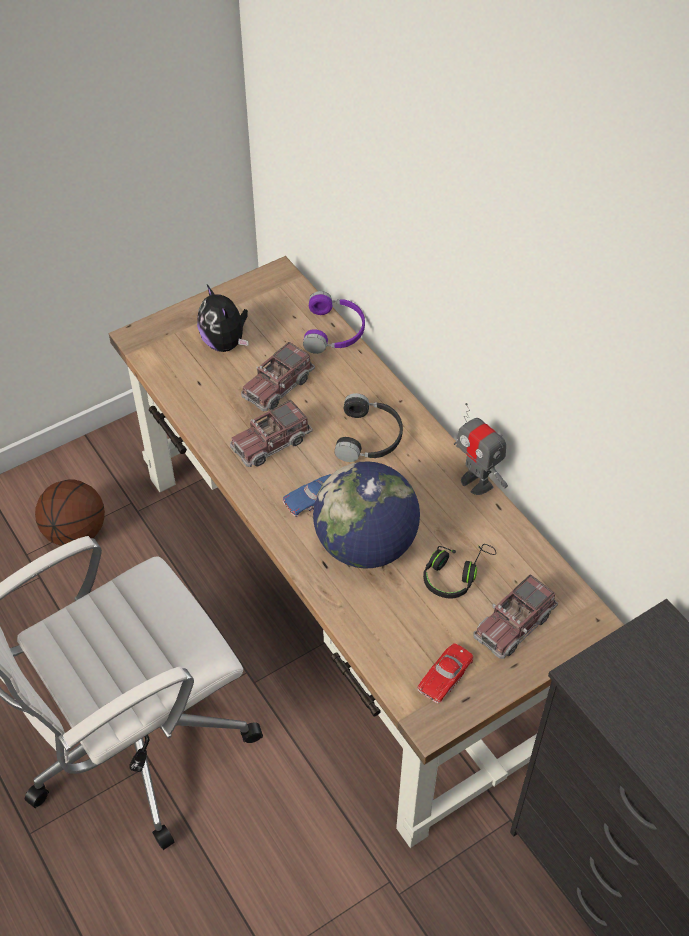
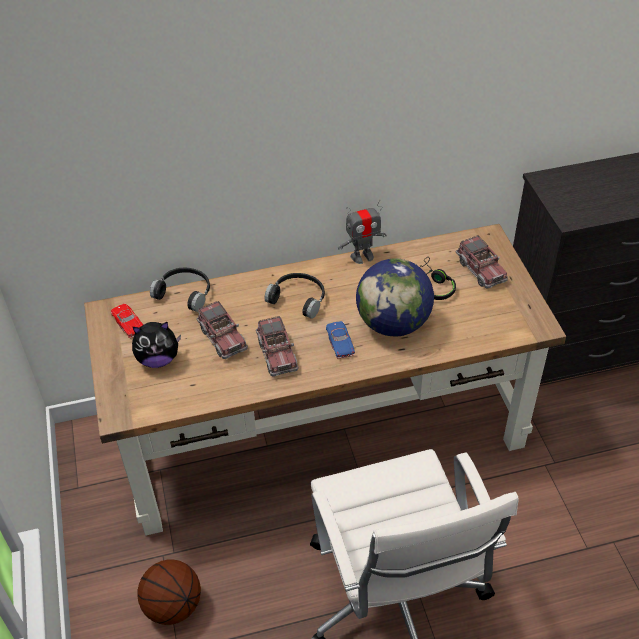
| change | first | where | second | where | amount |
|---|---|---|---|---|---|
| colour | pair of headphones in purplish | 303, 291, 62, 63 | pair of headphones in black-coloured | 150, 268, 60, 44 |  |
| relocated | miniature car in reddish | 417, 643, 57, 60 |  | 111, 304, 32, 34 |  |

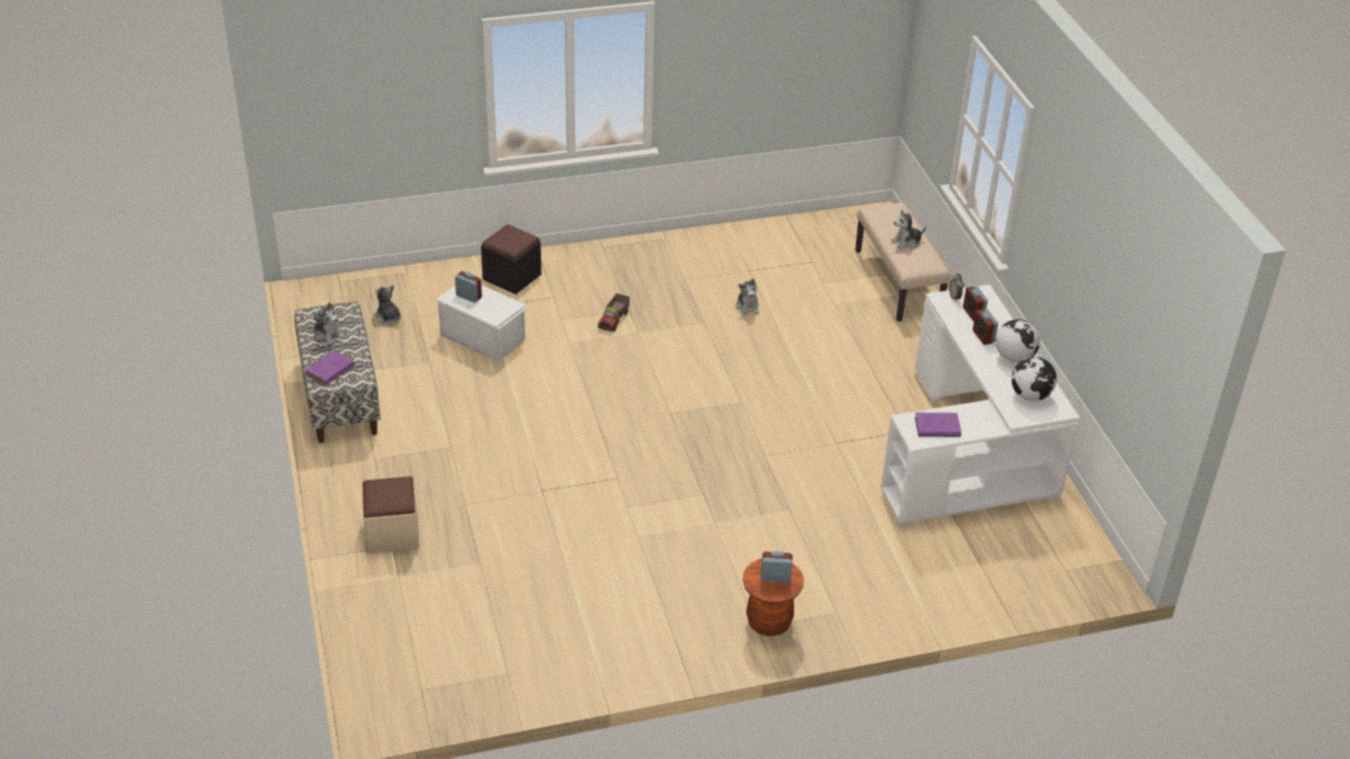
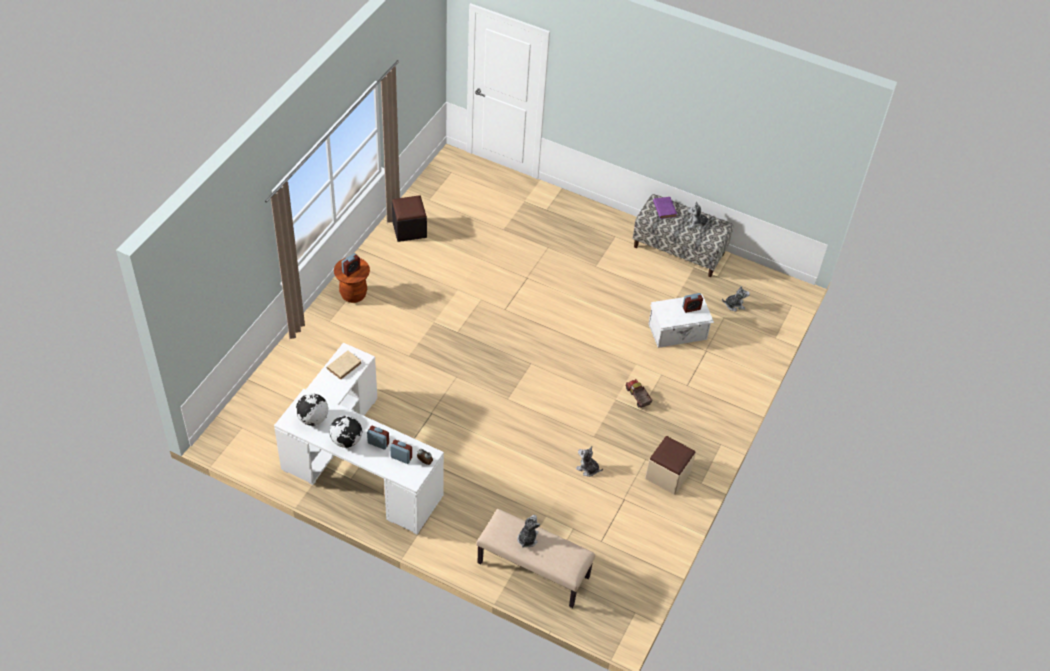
| change | first | where | second | where | amount |
|---|---|---|---|---|---|
| relocated | footrest in black-coloured | 481, 224, 60, 70 |  | 392, 195, 35, 47 |  |
| colour | book in purplish | 915, 413, 46, 24 | book in beige-coloured | 326, 350, 36, 30 |  |
| relocated | footrest in beige-coloured | 362, 476, 57, 78 |  | 645, 436, 51, 59 |  |

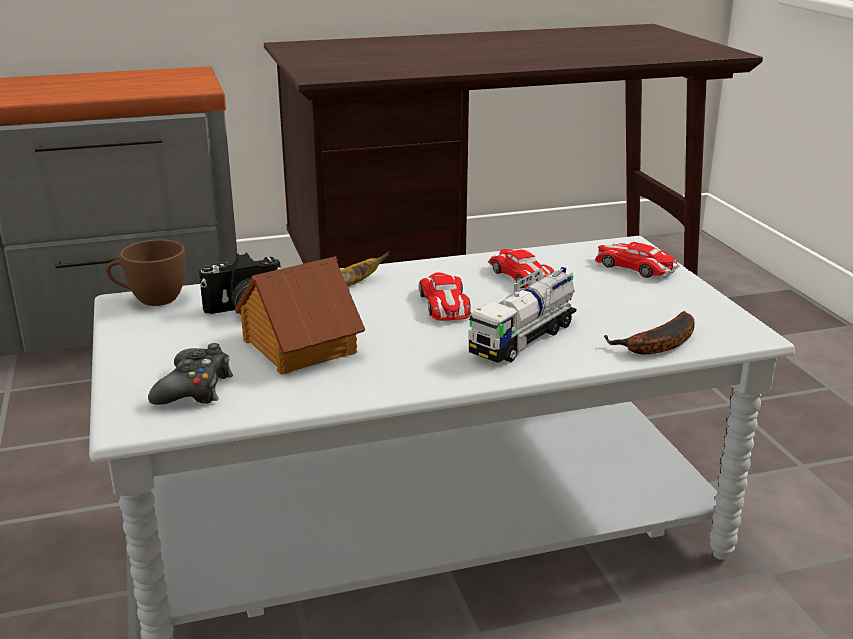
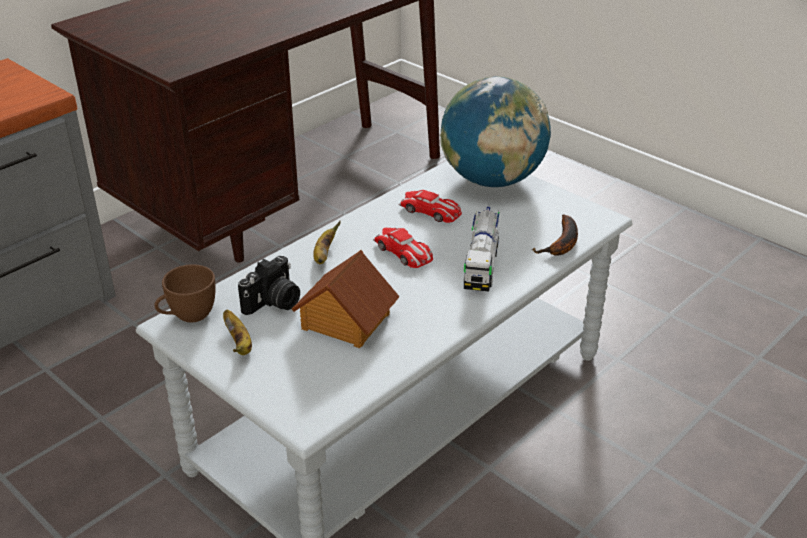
| change | first | where | second | where | amount |
|---|---|---|---|---|---|
| exchanged | miniature car | 595, 242, 85, 36 | desk globe | 440, 76, 111, 111 |  |
| missing | joypad in black-coloured | 148, 343, 85, 62 |  |  |  |
| appeared |  |  | whole banana | 223, 310, 29, 45 |  |

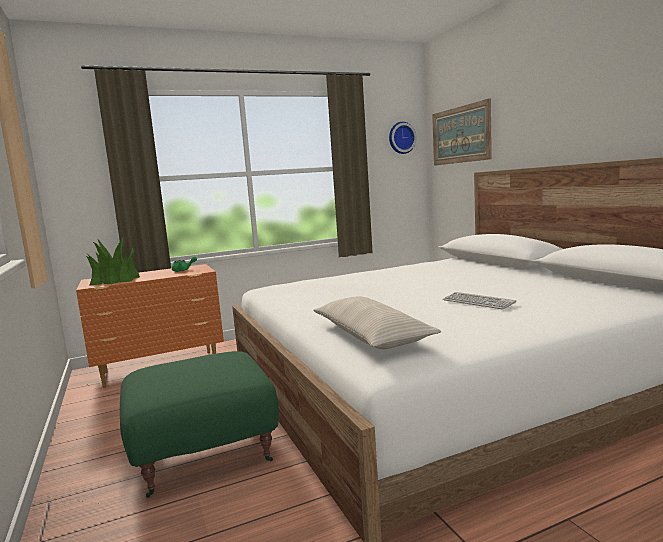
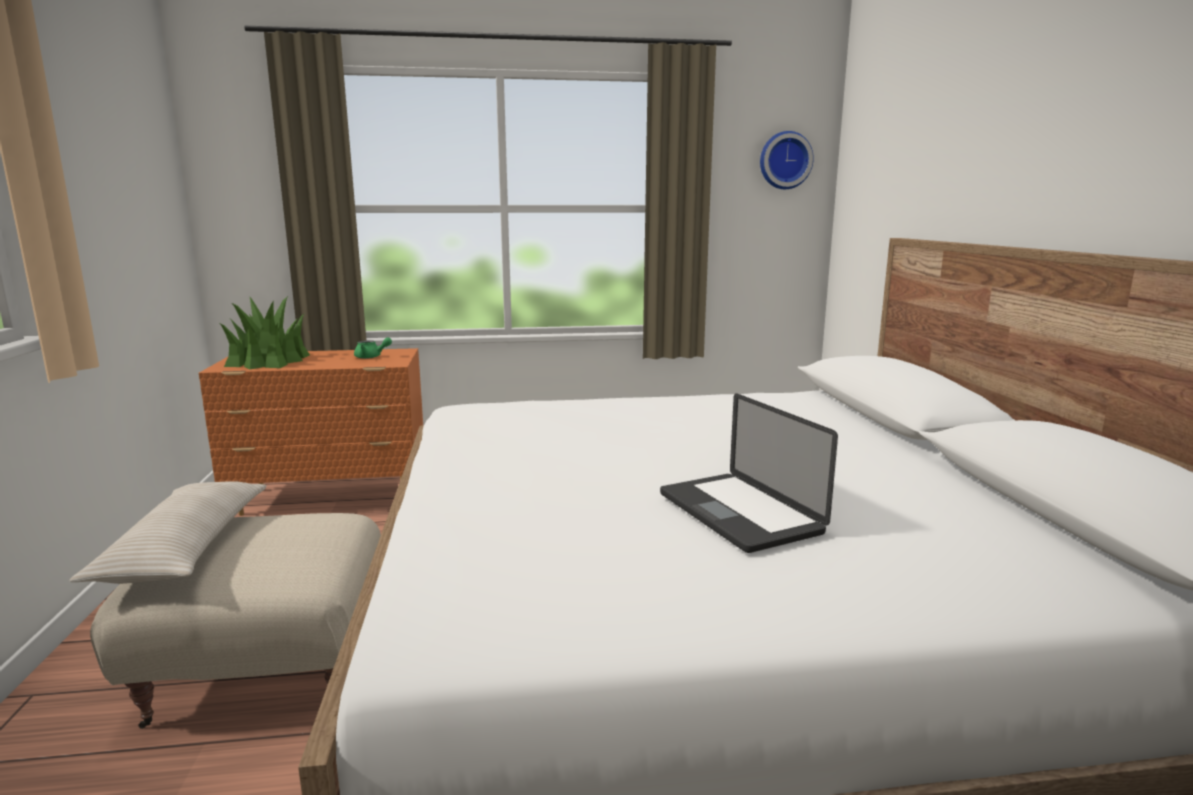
| change | first | where | second | where | amount |
|---|---|---|---|---|---|
| missing | picture | 432, 99, 60, 67 |  |  |  |
| exchanged | computer keyboard | 443, 292, 73, 17 | laptop | 660, 393, 178, 160 |  |
| relocated | pillow in beige-coloured | 313, 296, 128, 53 |  | 69, 481, 197, 103 |  |
| colour | footrest in greenish | 120, 351, 159, 147 | footrest in beige-coloured | 90, 513, 291, 216 |  |

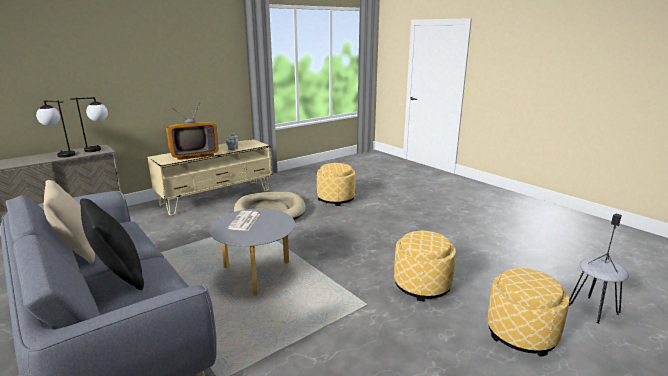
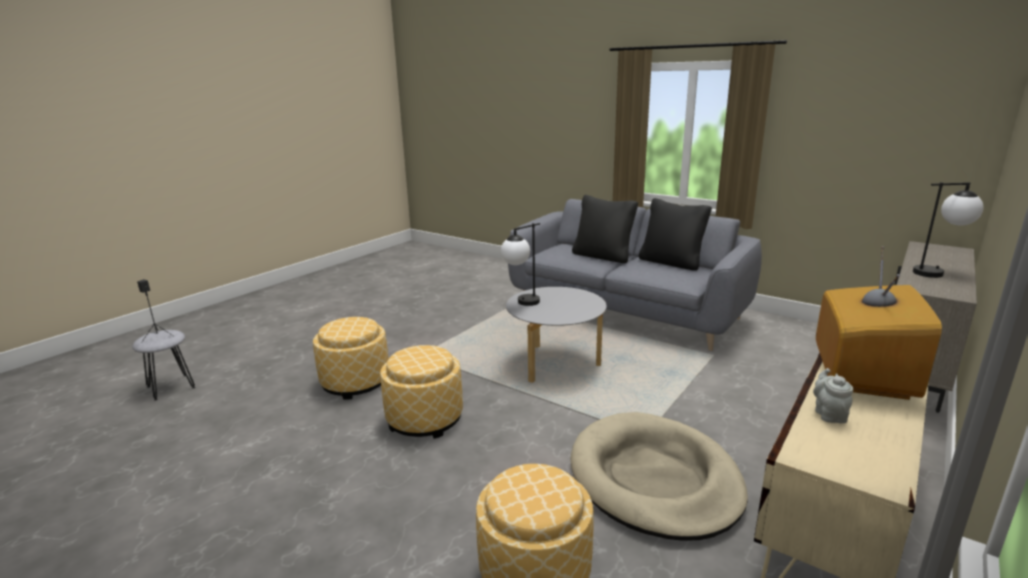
| change | first | where | second | where | amount |
|---|---|---|---|---|---|
| relocated | table lamp | 70, 97, 38, 55 |  | 501, 223, 39, 83 |  |
| spun | TV set | 166, 103, 53, 57 |  | 816, 246, 126, 154 | 150 degrees clockwise |
| colour | pillow in beige-coloured | 44, 180, 51, 83 | pillow in black-coloured | 639, 198, 73, 73 |  |
| missing | printed paper | 228, 211, 32, 20 |  |  |  |
| relocated | footrest | 487, 268, 82, 89 |  | 380, 345, 83, 94 |  |

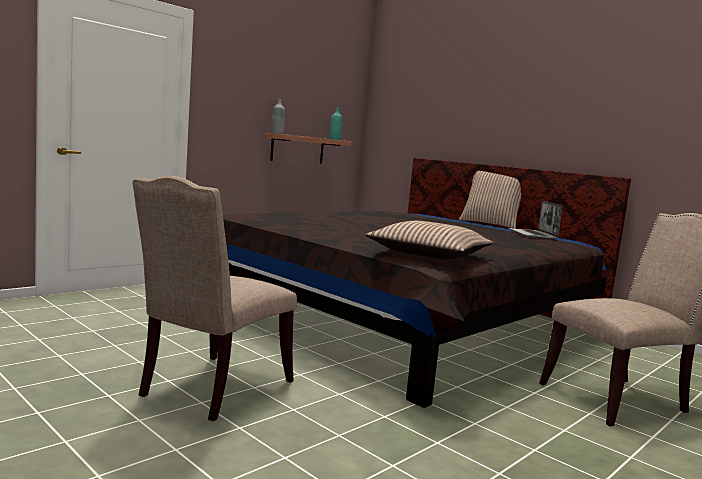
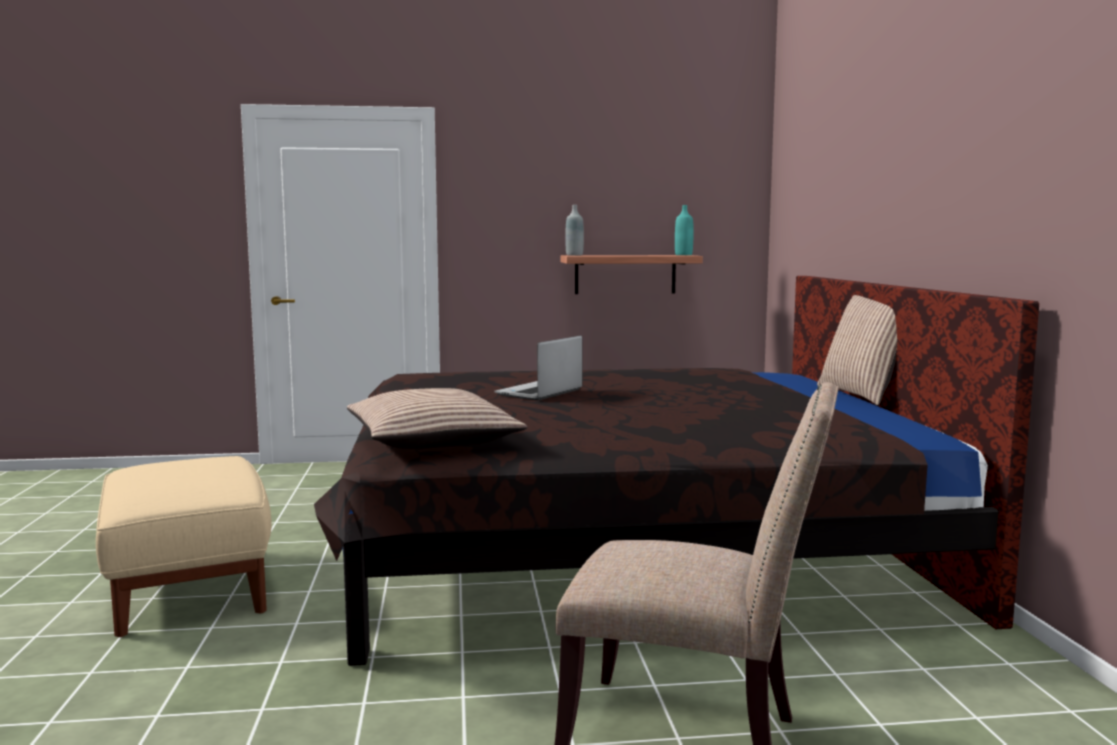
| change | first | where | second | where | amount |
|---|---|---|---|---|---|
| exchanged | chair in beige-coloured | 133, 176, 164, 245 | footrest in beige-coloured | 96, 456, 176, 181 |  |
| relocated | laptop | 509, 201, 54, 39 |  | 495, 335, 87, 65 |  |

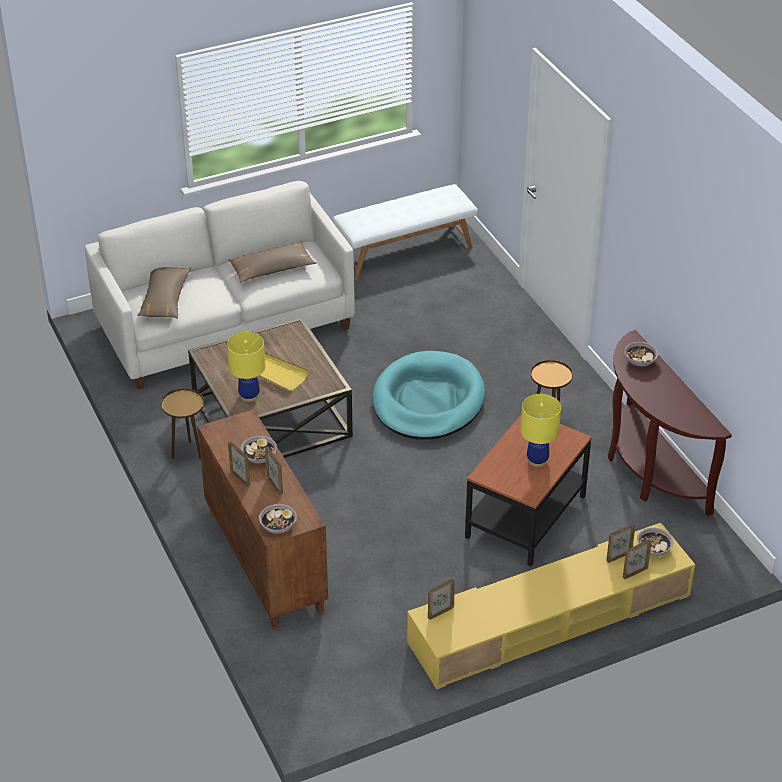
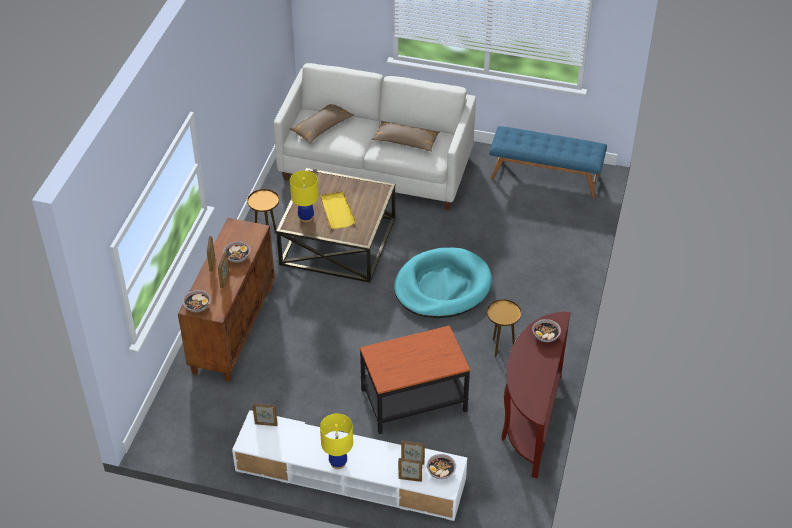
| change | first | where | second | where | amount |
|---|---|---|---|---|---|
| colour | long seat in white-coloured | 333, 184, 145, 96 | long seat in blue | 489, 126, 118, 72 |  |
| relocated | table lamp in yellowish | 521, 394, 40, 73 |  | 320, 414, 33, 55 |  |
| colour | media console in yellowish | 407, 523, 288, 167 | media console in white-coloured | 232, 410, 235, 111 |  |

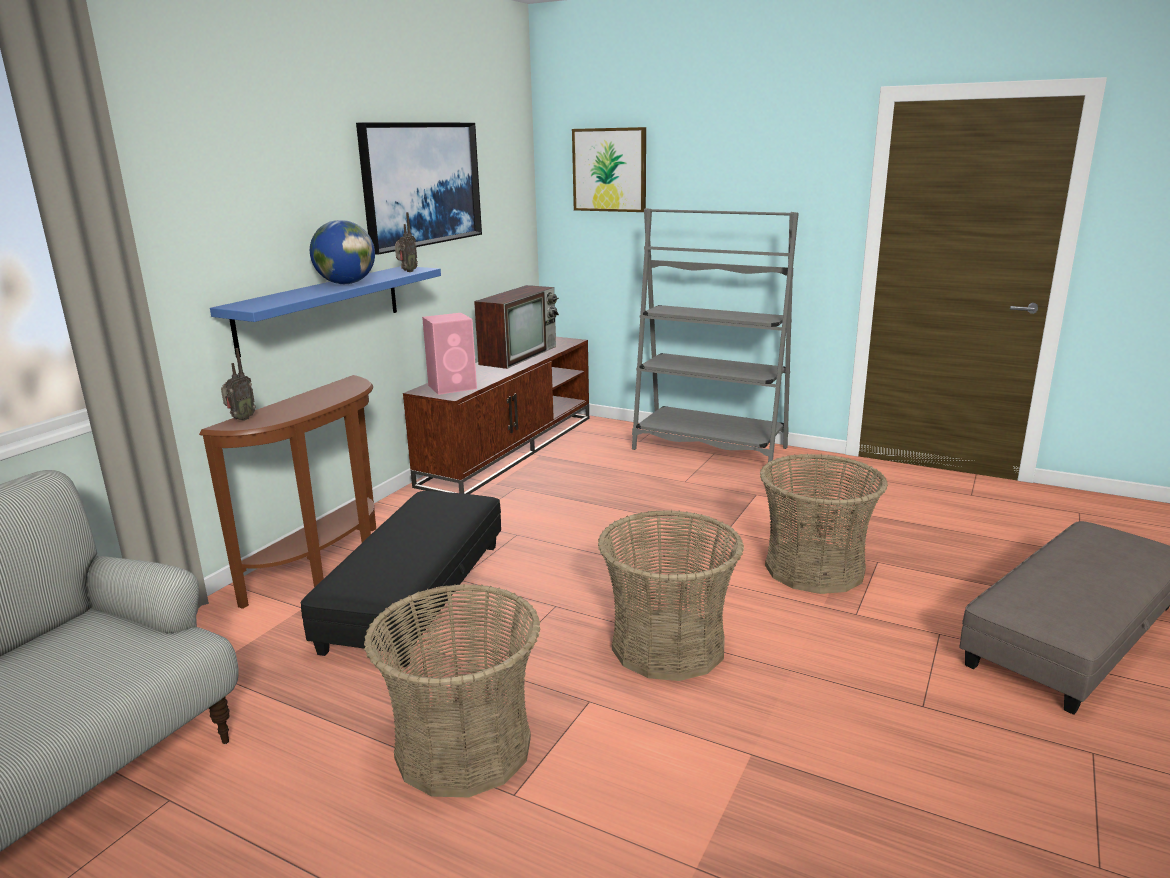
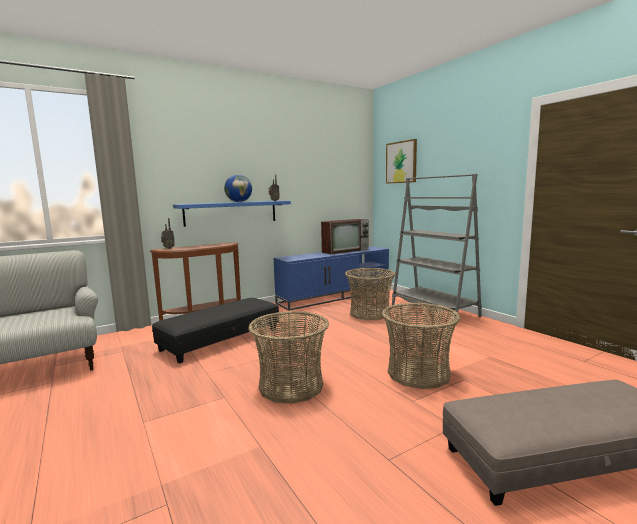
| change | first | where | second | where | amount |
|---|---|---|---|---|---|
| missing | picture | 356, 122, 126, 133 |  |  |  |
| missing | loudspeaker in pinkish | 422, 313, 55, 82 |  |  |  |
| colour | media console in brownish | 403, 337, 186, 157 | media console in blue | 273, 246, 116, 65 |  |
| relocated | storage basket | 364, 584, 177, 213 |  | 345, 268, 51, 52 |  |

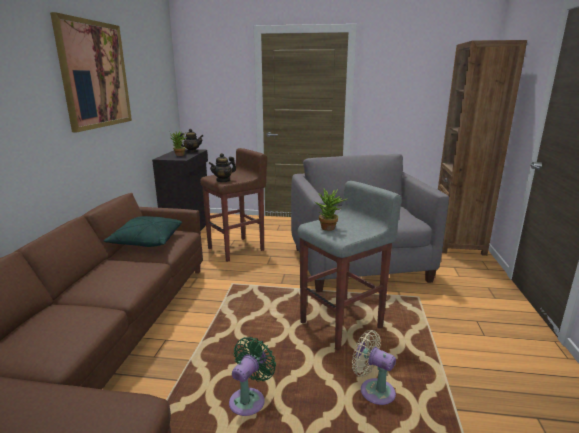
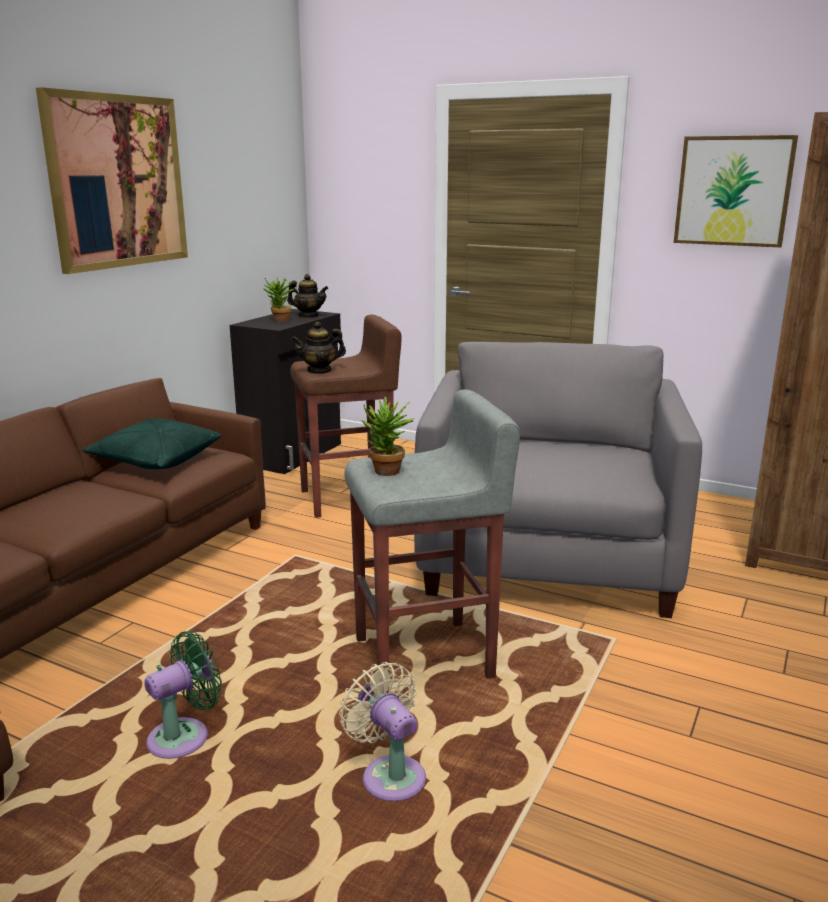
| change | first | where | second | where | amount |
|---|---|---|---|---|---|
| appeared |  |  | picture | 674, 135, 124, 112 |  |

